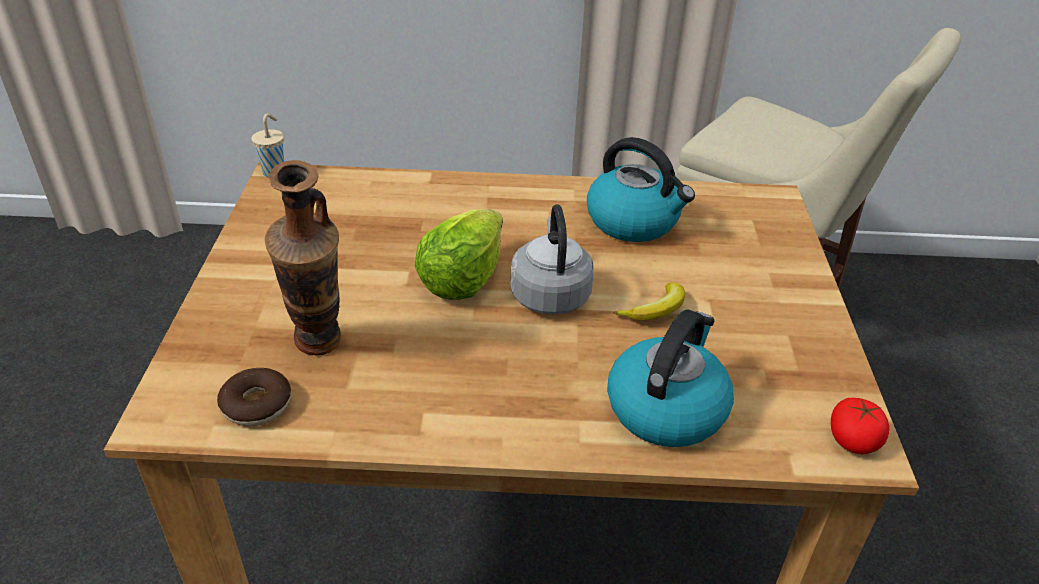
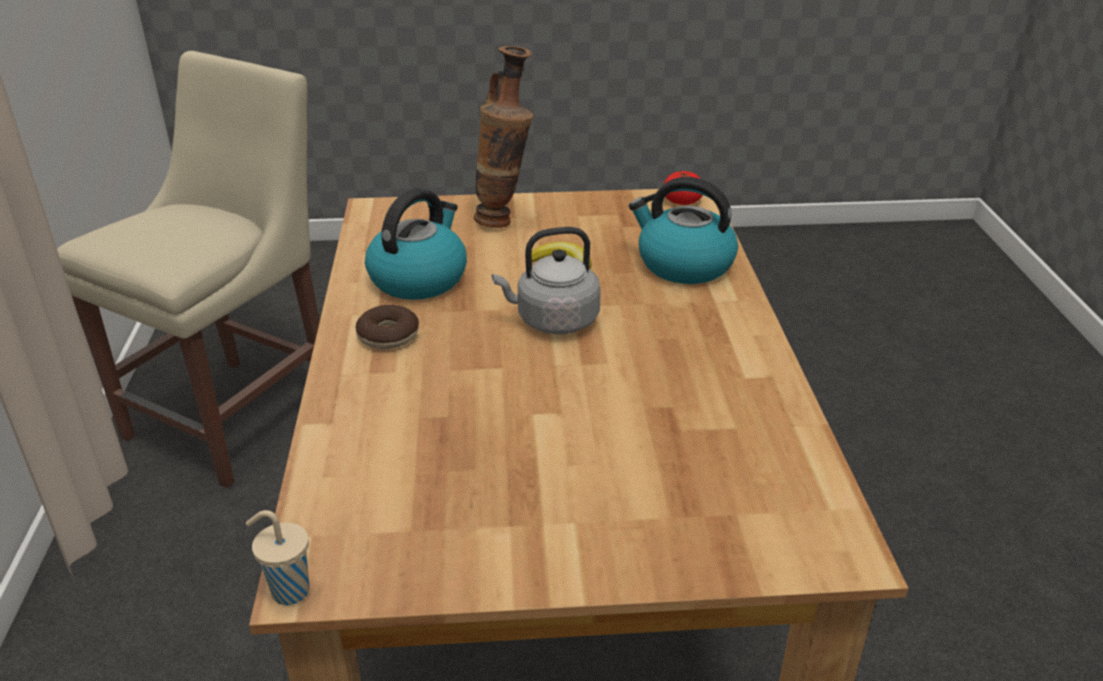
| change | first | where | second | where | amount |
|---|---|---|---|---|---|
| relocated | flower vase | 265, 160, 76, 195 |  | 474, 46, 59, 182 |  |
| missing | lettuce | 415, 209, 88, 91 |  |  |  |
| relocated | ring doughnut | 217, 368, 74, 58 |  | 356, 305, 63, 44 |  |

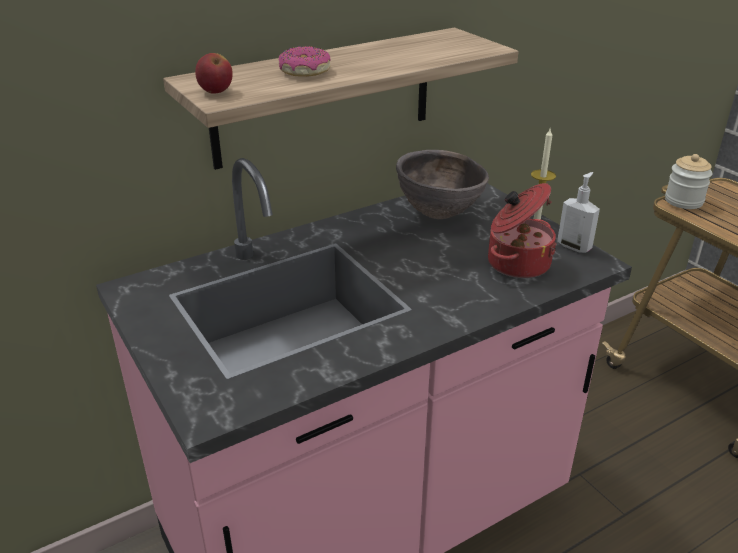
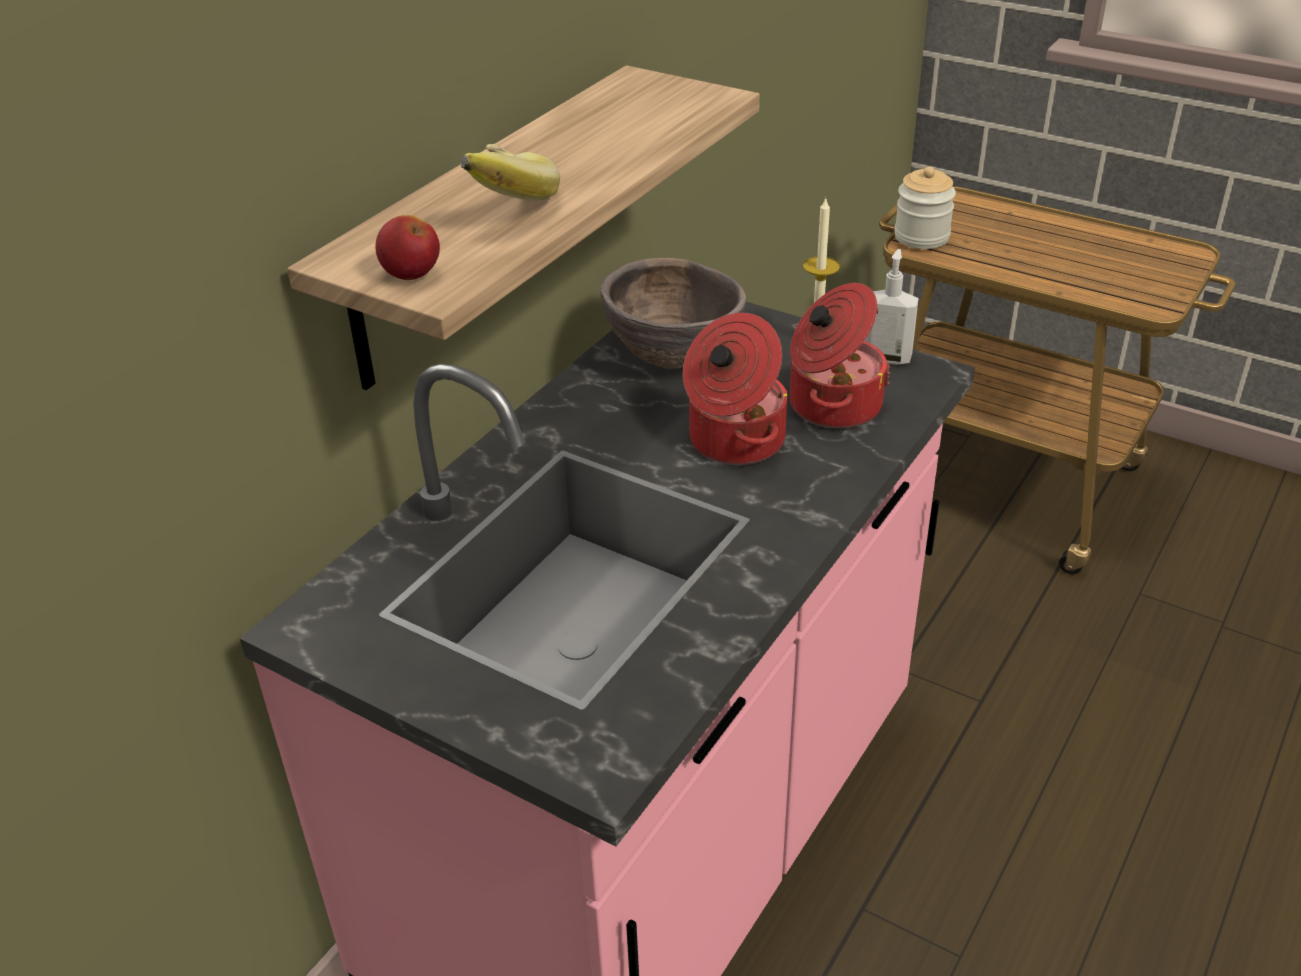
| change | first | where | second | where | amount |
|---|---|---|---|---|---|
| exchanged | ring doughnut | 278, 46, 53, 31 | whole banana | 461, 144, 99, 57 |  |
| appeared |  |  | stockpot | 683, 313, 105, 152 |  |

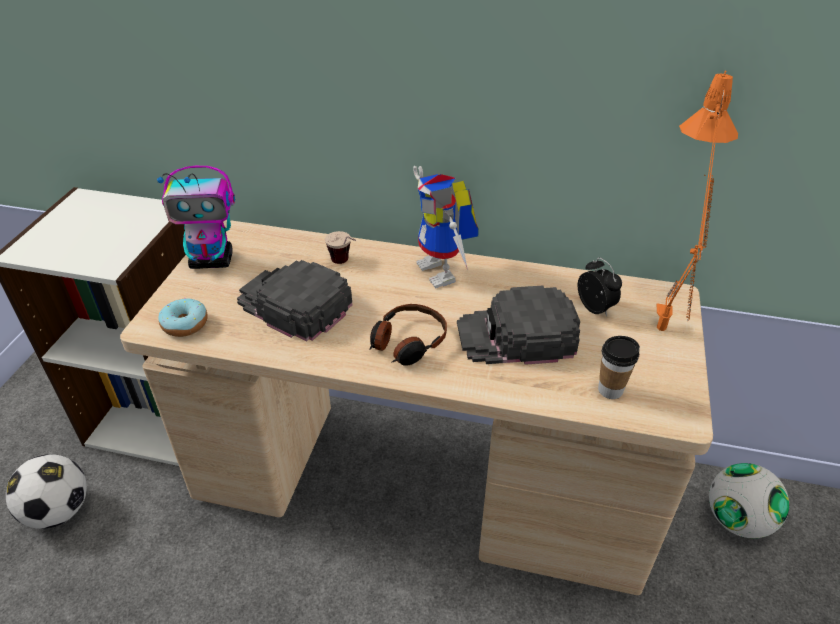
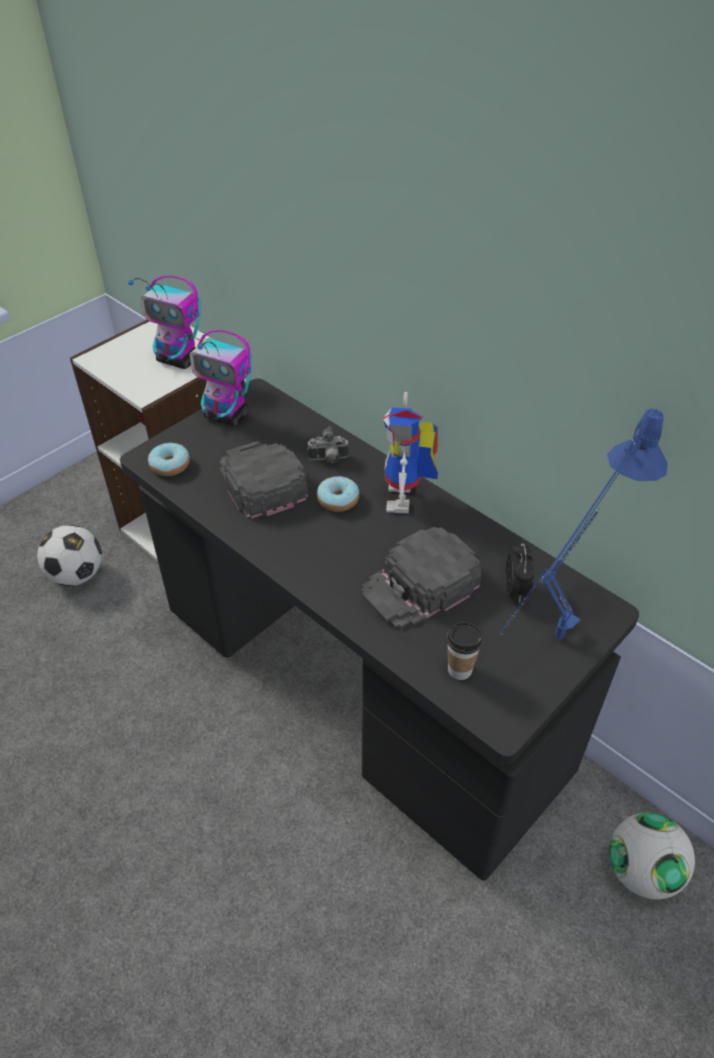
| change | first | where | second | where | amount |
|---|---|---|---|---|---|
| colour | table lamp in orange | 657, 71, 81, 260 | table lamp in blue | 500, 409, 168, 231 |  |
| colour | desk in beige-coloured | 120, 220, 593, 375 | desk in black-coloured | 120, 378, 519, 503 |  |
| exchanged | small cup | 325, 231, 31, 33 | still camera | 307, 426, 42, 37 |  |
| spun | peaked cap in black-coloured | 457, 286, 123, 79 |  | 361, 527, 121, 102 | 60 degrees counterclockwise |
| missing | pair of headphones | 369, 304, 78, 62 |  |  |  |
| appeared |  |  | toy robot | 128, 275, 73, 94 |  |
| appeared |  |  | ring doughnut | 317, 476, 42, 36 |  |

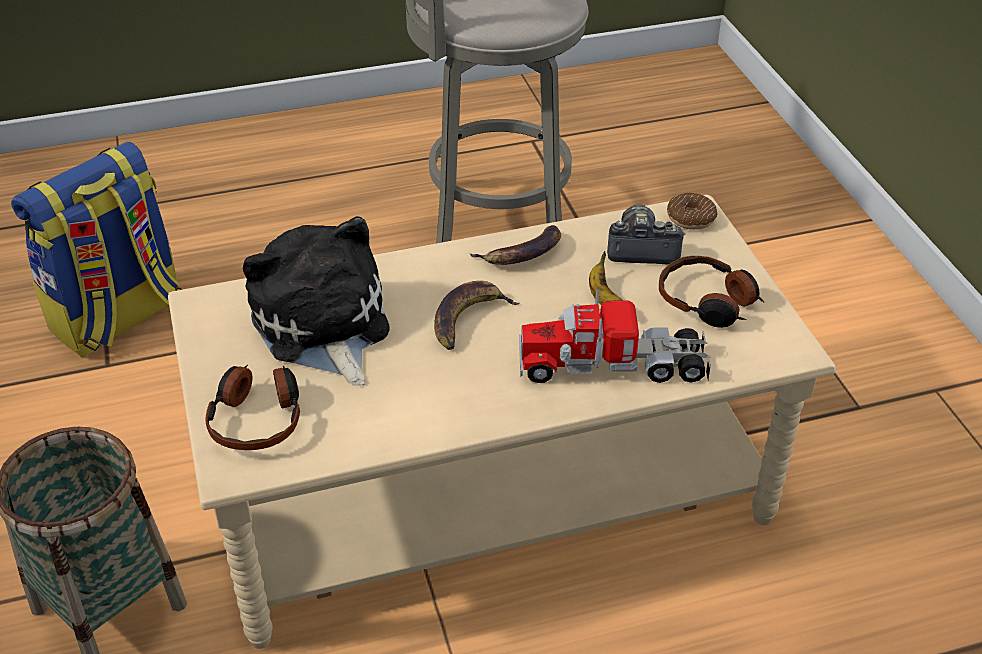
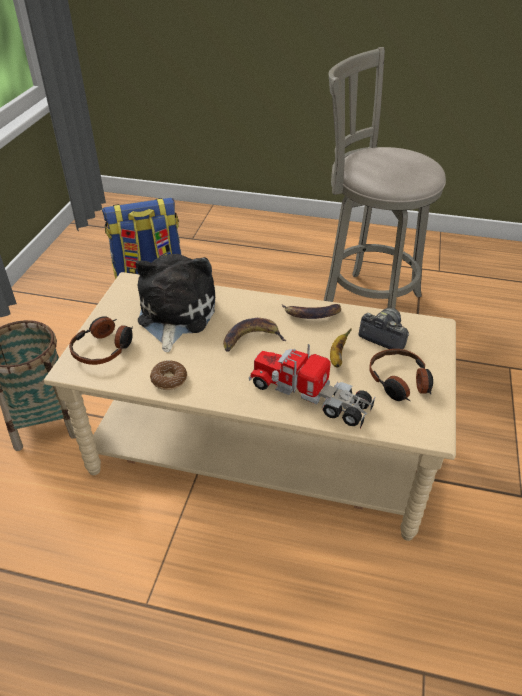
| change | first | where | second | where | amount |
|---|---|---|---|---|---|
| relocated | ring doughnut | 667, 193, 50, 37 |  | 150, 360, 37, 30 |  |

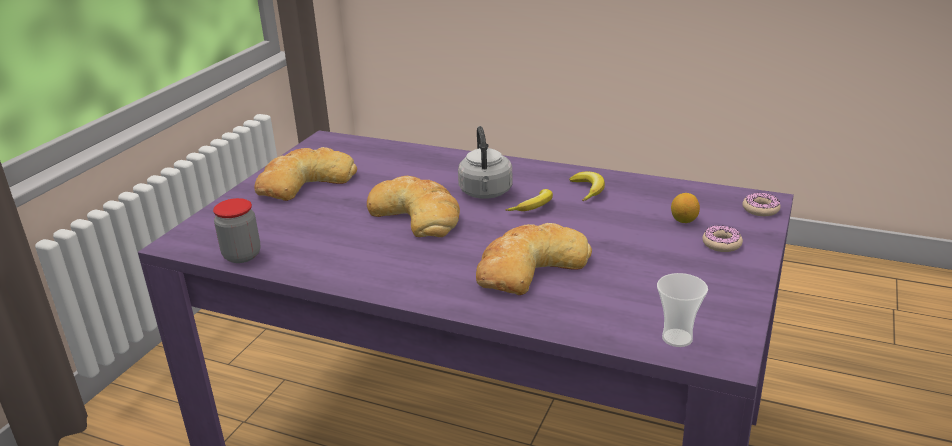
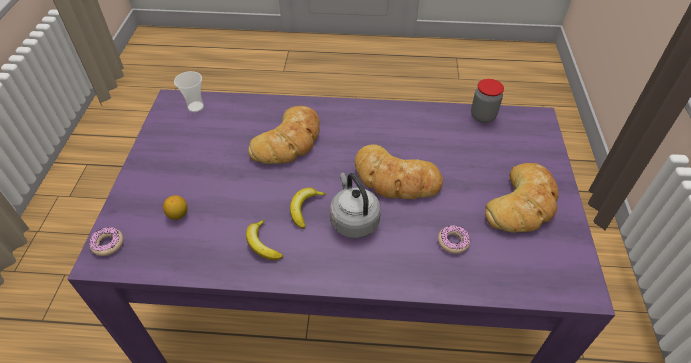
| change | first | where | second | where | amount |
|---|---|---|---|---|---|
| relocated | ring doughnut | 702, 225, 41, 27 |  | 438, 225, 32, 29 |  |

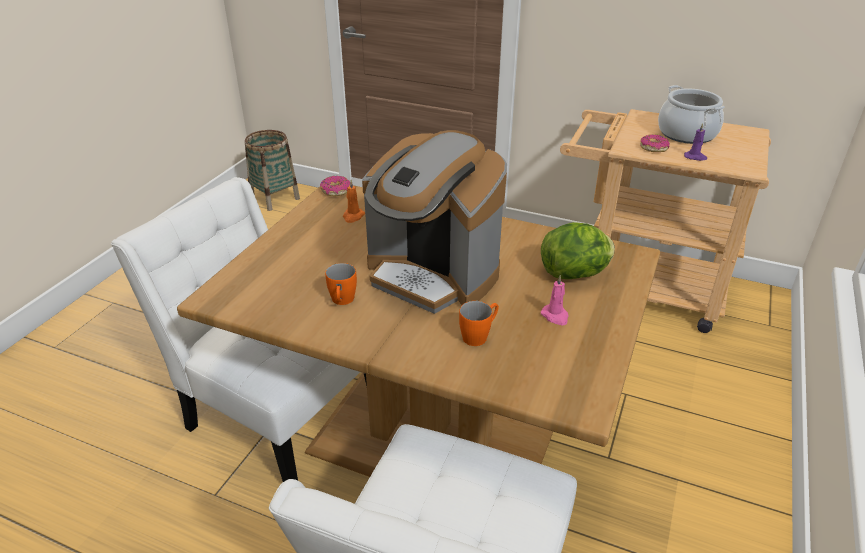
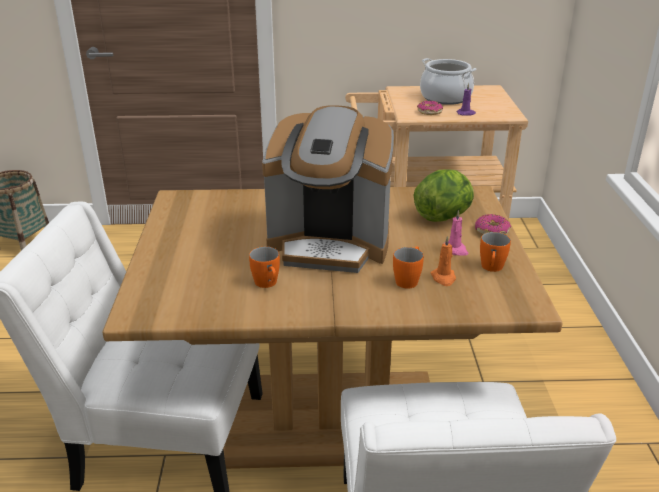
| change | first | where | second | where | amount |
|---|---|---|---|---|---|
| relocated | ring doughnut | 320, 176, 30, 20 |  | 475, 214, 36, 21 |  |
| relocated | wax candle in orange | 343, 180, 22, 43 |  | 430, 236, 26, 50 |  |
| appeared |  |  | mug in orange | 480, 232, 31, 40 |  |

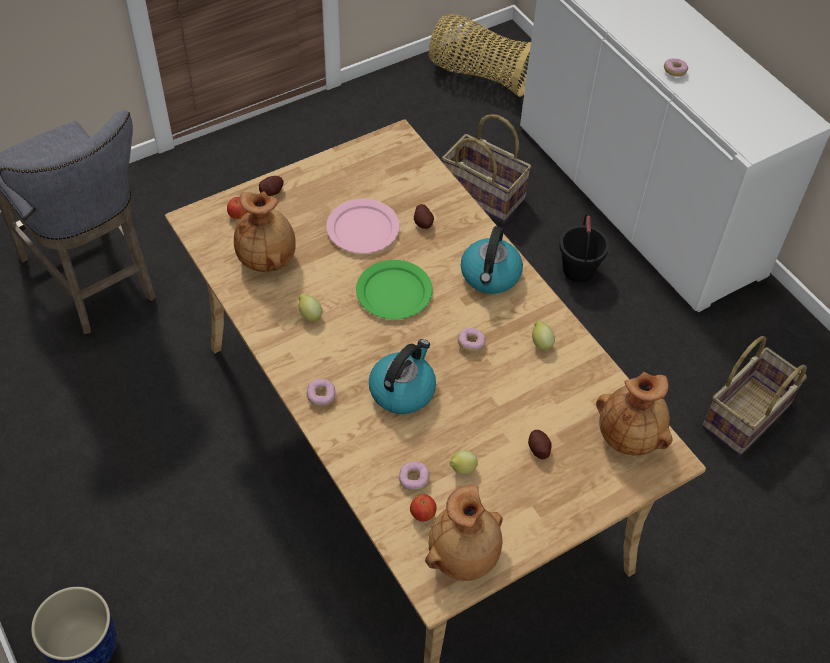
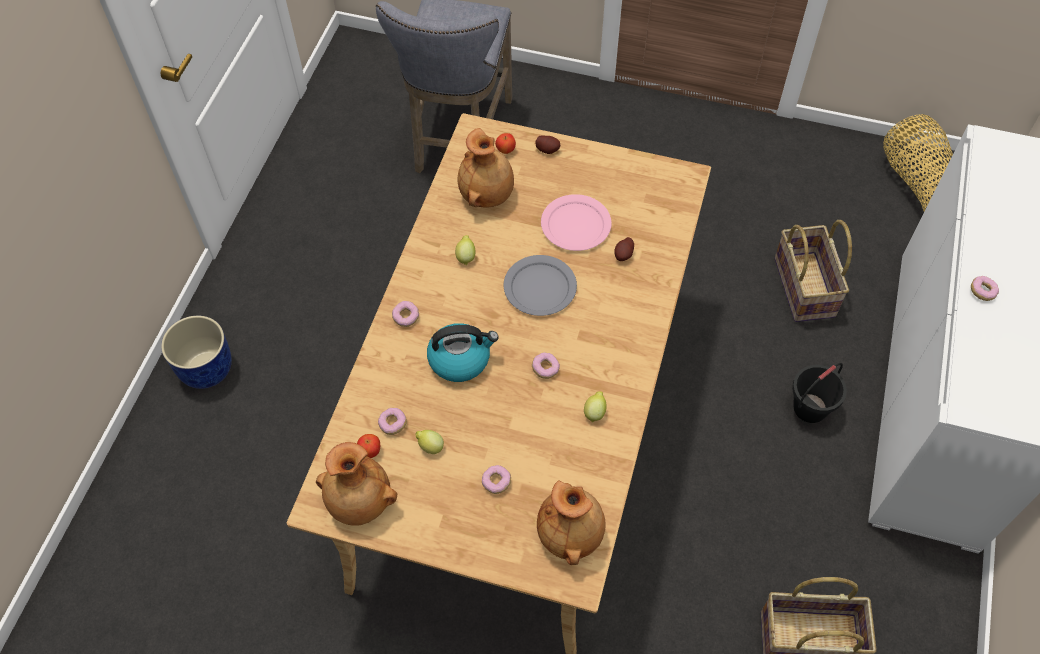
| change | first | where | second | where | amount |
|---|---|---|---|---|---|
| missing | tea kettle | 461, 226, 62, 68 |  |  |  |
| colour | plate in greenish | 356, 260, 77, 59 | plate in greyish | 504, 255, 73, 61 |  |
| exchanged | spud | 528, 430, 24, 29 | ring doughnut | 482, 465, 29, 29 |  |

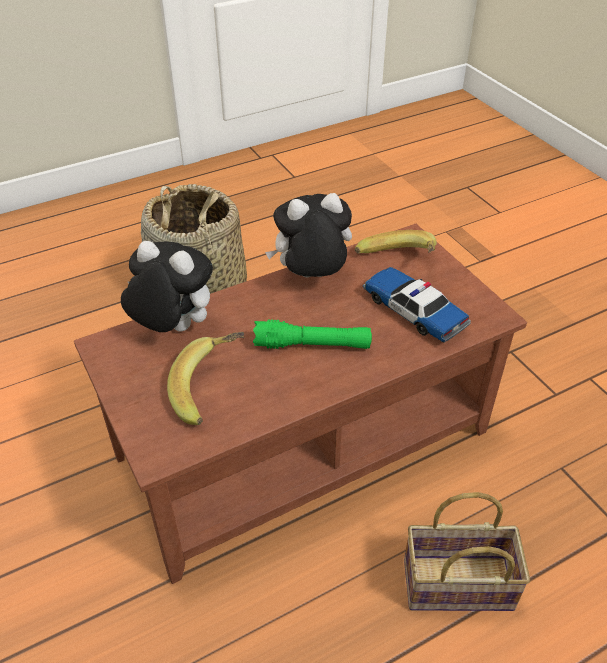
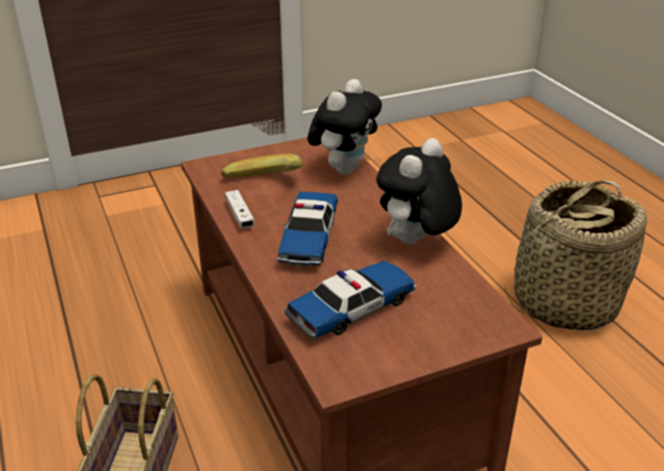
| change | first | where | second | where | amount |
|---|---|---|---|---|---|
| spun | soft toy | 265, 193, 87, 85 |  | 376, 138, 86, 107 | 135 degrees counterclockwise |
| missing | whole banana | 355, 230, 82, 24 |  |  |  |
| exchanged | torch in greenish | 253, 319, 119, 30 | miniature car | 277, 192, 61, 75 |  |
| appeared |  |  | joypad in white-coloured | 225, 190, 30, 38 |  |

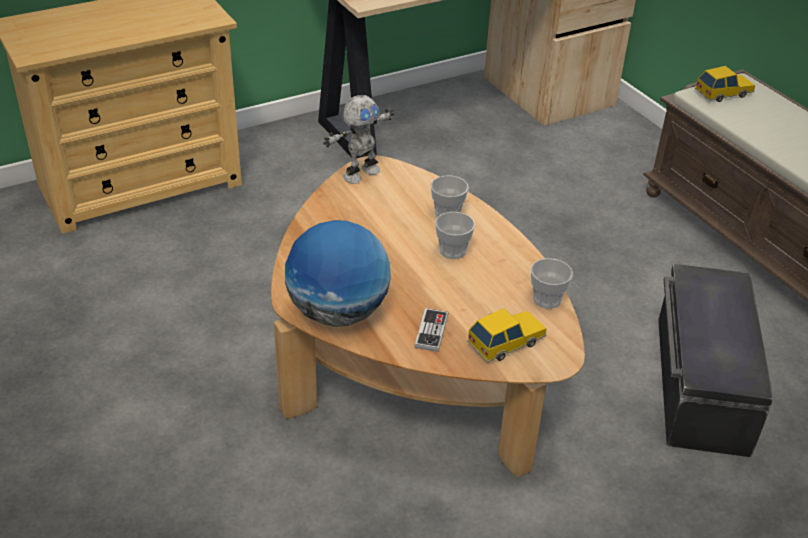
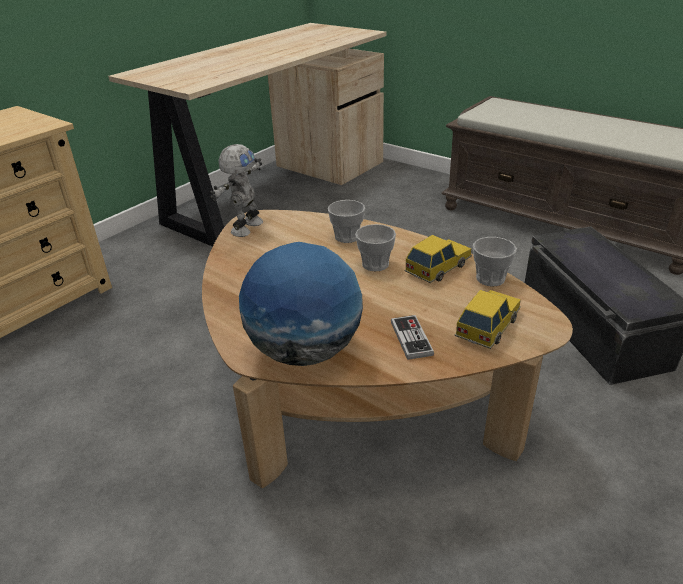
| change | first | where | second | where | amount |
|---|---|---|---|---|---|
| relocated | miniature car | 695, 66, 60, 36 |  | 404, 235, 68, 48 |  |

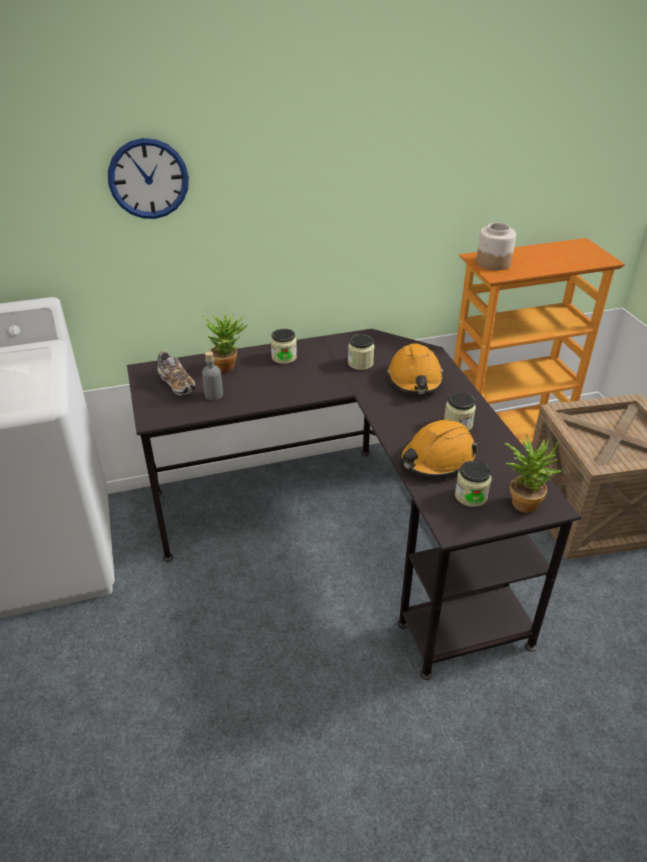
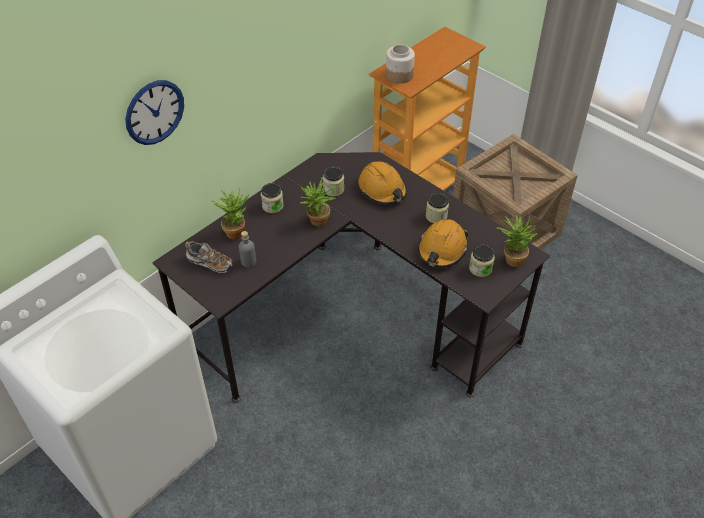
| change | first | where | second | where | amount |
|---|---|---|---|---|---|
| appeared |  |  | houseplant | 300, 176, 36, 51 |  |

